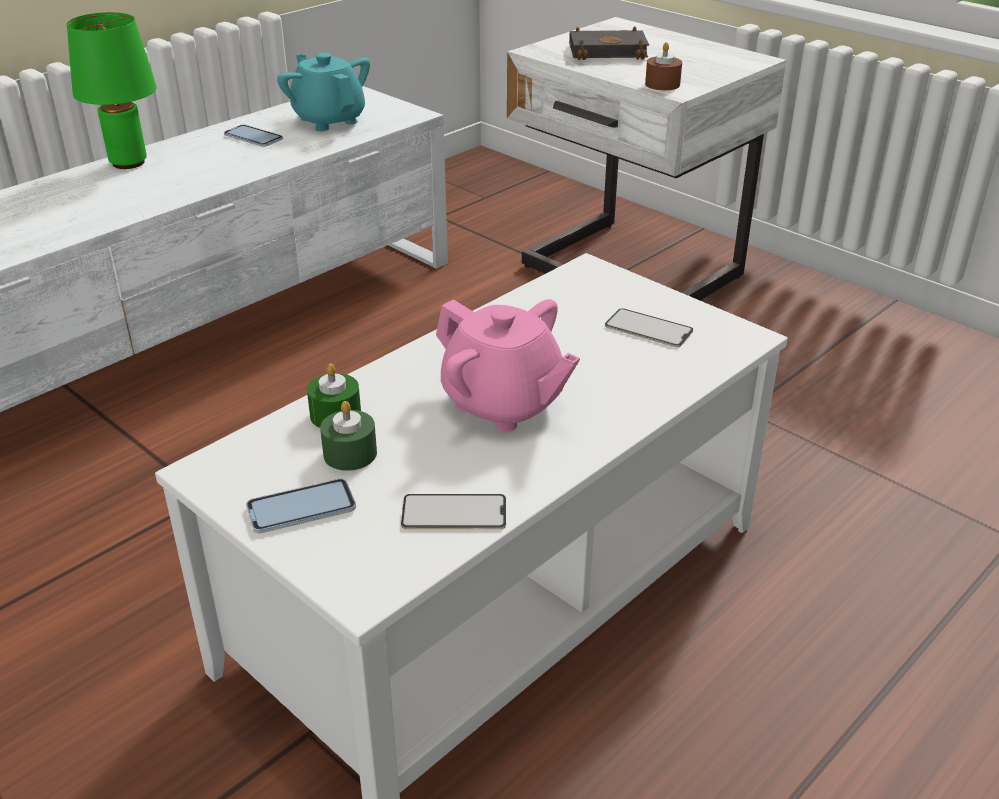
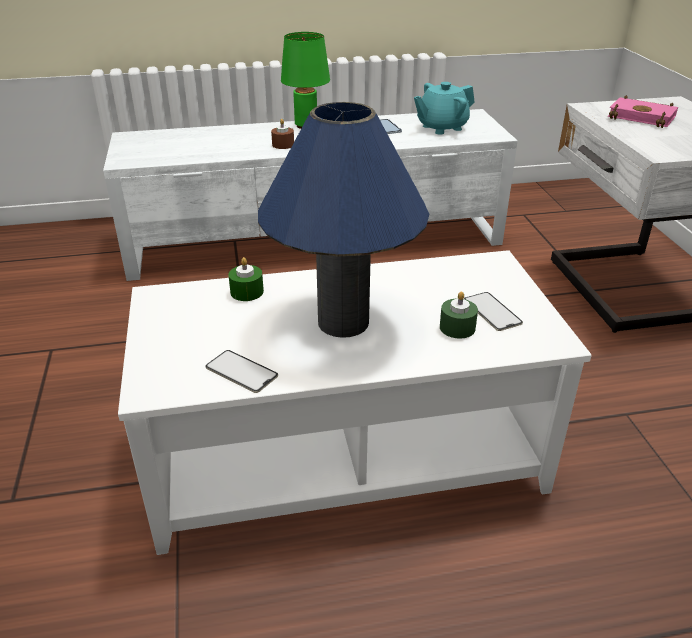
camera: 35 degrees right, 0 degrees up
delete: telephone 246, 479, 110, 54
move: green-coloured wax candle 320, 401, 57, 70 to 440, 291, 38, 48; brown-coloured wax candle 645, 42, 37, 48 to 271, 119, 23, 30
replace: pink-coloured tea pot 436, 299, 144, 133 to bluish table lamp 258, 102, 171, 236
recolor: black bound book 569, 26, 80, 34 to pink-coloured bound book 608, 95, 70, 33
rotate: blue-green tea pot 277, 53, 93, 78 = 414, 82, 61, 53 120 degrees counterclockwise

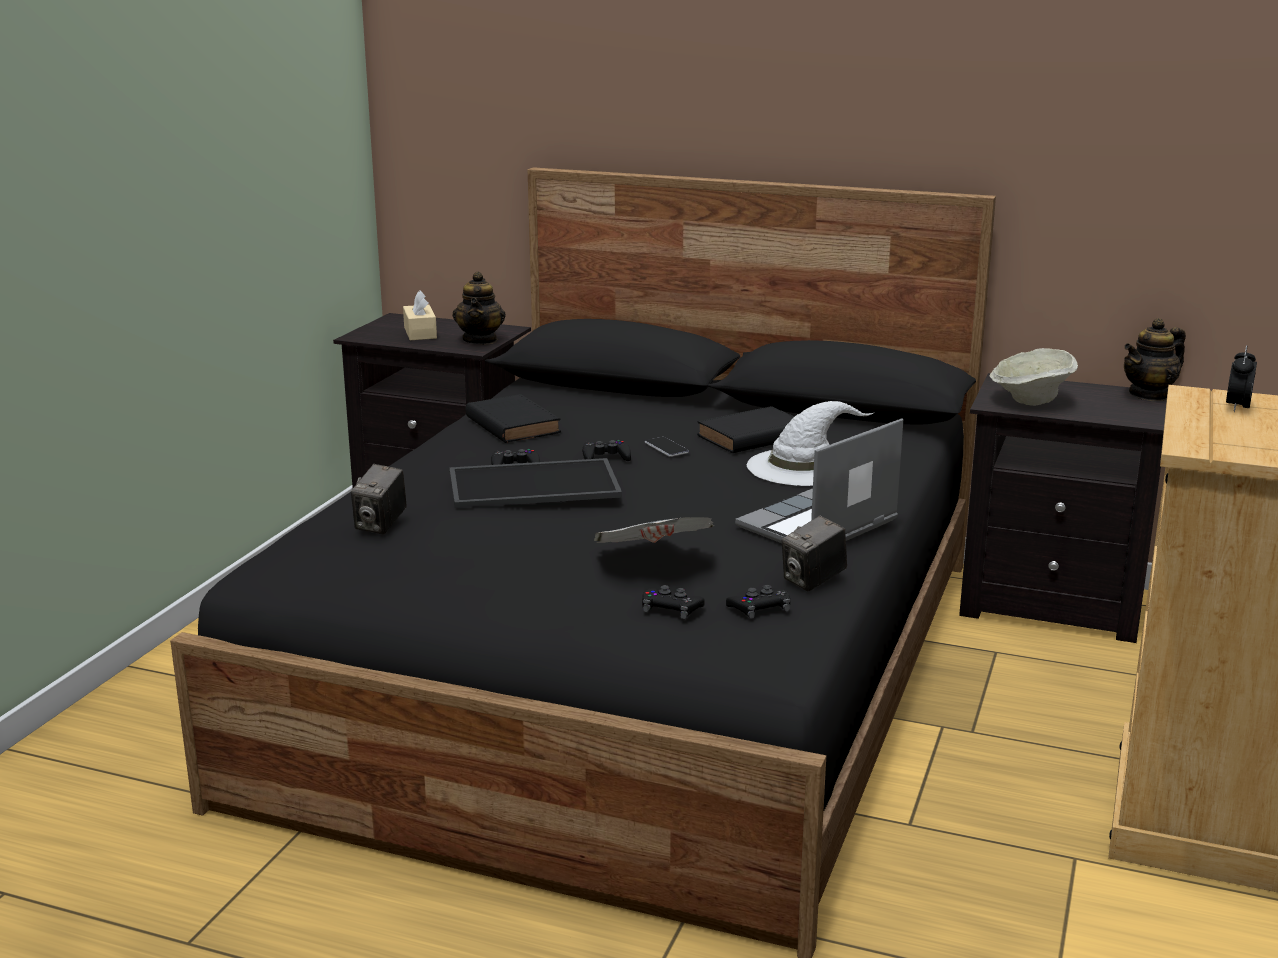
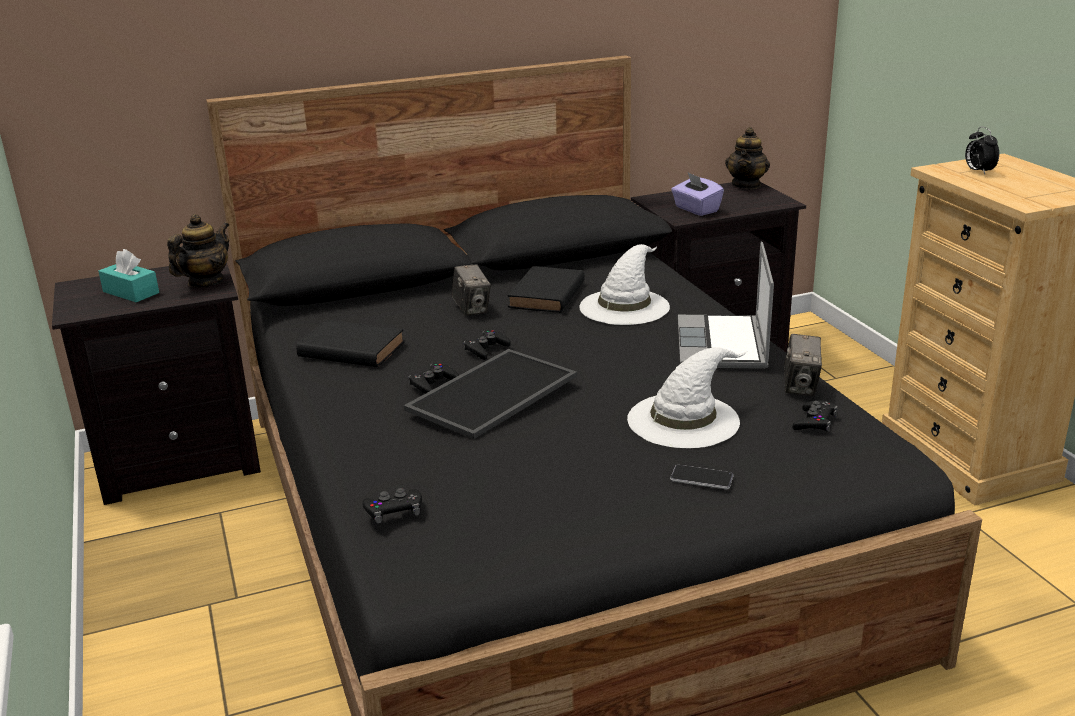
camera: 40 degrees left, 5 degrees up
move: still camera 351, 464, 56, 70 to 451, 264, 40, 52; black joypad 642, 585, 63, 34 to 363, 488, 59, 35; telephone 645, 437, 44, 20 to 670, 465, 64, 24
replace: printed paper 594, 517, 120, 26 to whitish wearable hat 627, 347, 120, 101; beige deep dish 990, 348, 88, 58 to purplish tissue holder 671, 173, 53, 43
recolor: beige tissue holder 403, 291, 34, 49 to blue-green tissue holder 98, 249, 61, 53
rotate: tea pot 453, 271, 53, 74 = 167, 214, 62, 73 105 degrees counterclockwise

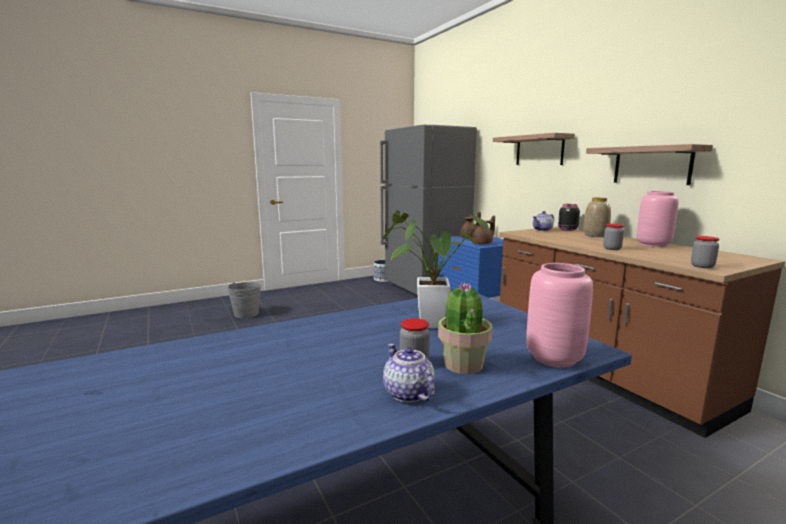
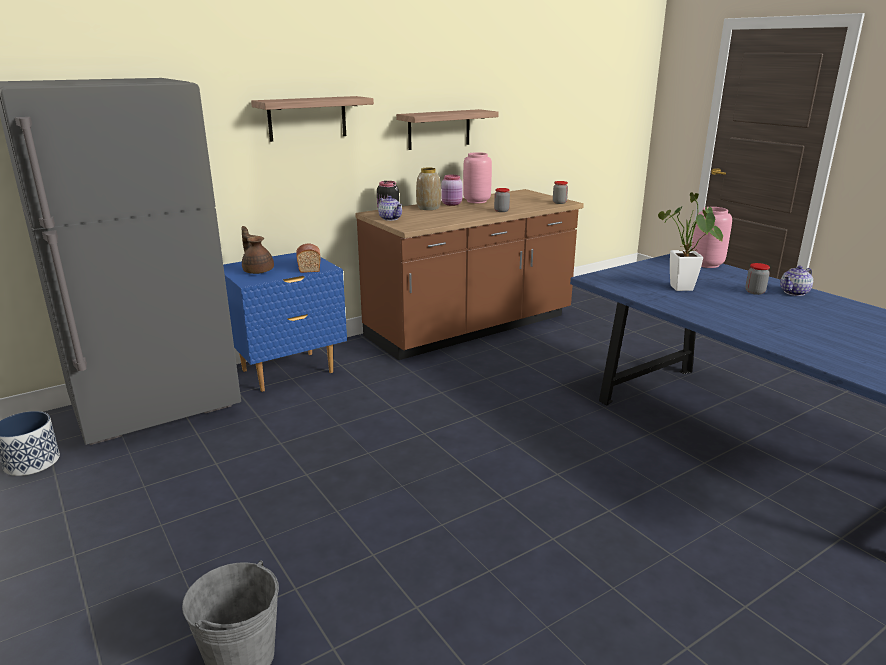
camera: 95 degrees left, 10 degrees up
delete: plant in a pot 438, 282, 55, 92
insert: pink-coloured storage jar 441, 175, 22, 31
replace: brown-coloured tea pot 472, 215, 23, 29 to baked bread 296, 244, 25, 29

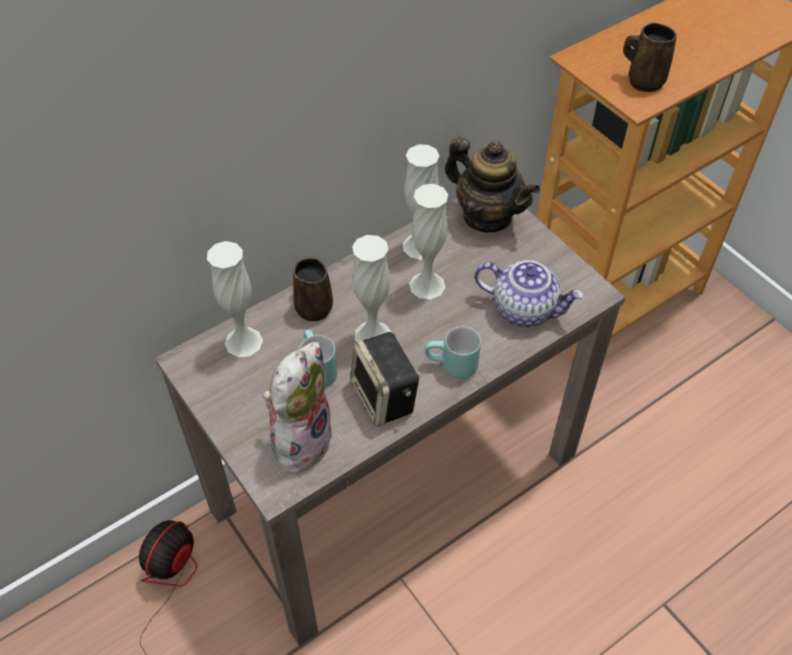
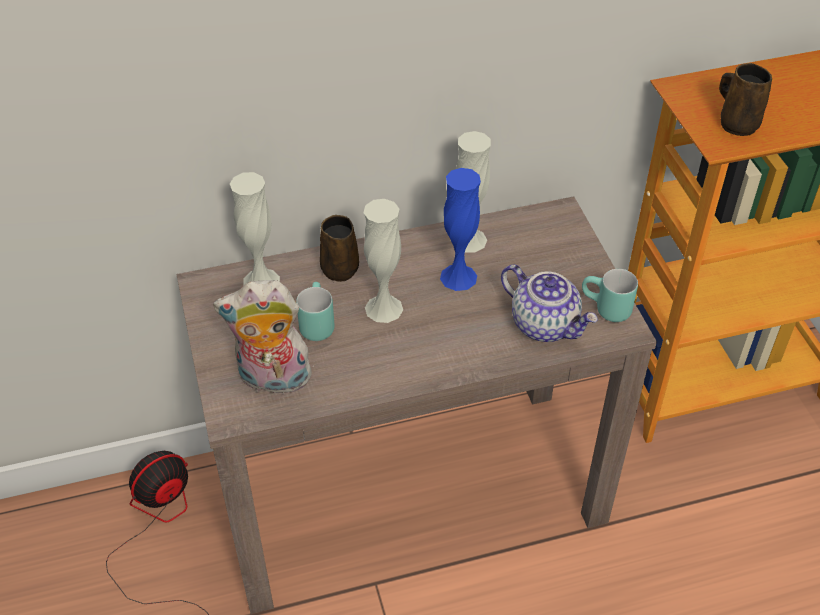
camera: 20 degrees right, 5 degrees down
delete: speaker 350, 332, 70, 94; tea pot 445, 137, 95, 95
move: blue-green mug 425, 326, 56, 53 to 582, 269, 56, 53
recolor: whitish decorative vase 409, 184, 39, 115 to bluish decorative vase 440, 168, 41, 123
rotate: cuddly toy 263, 342, 71, 135 = 213, 280, 104, 114 135 degrees counterclockwise

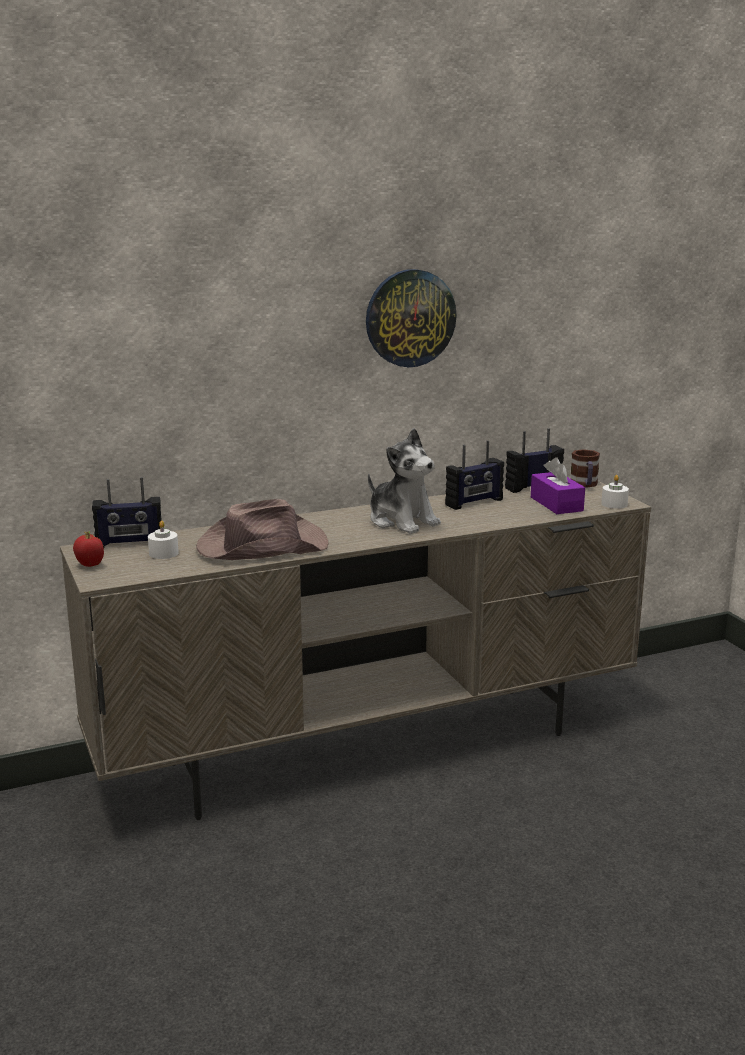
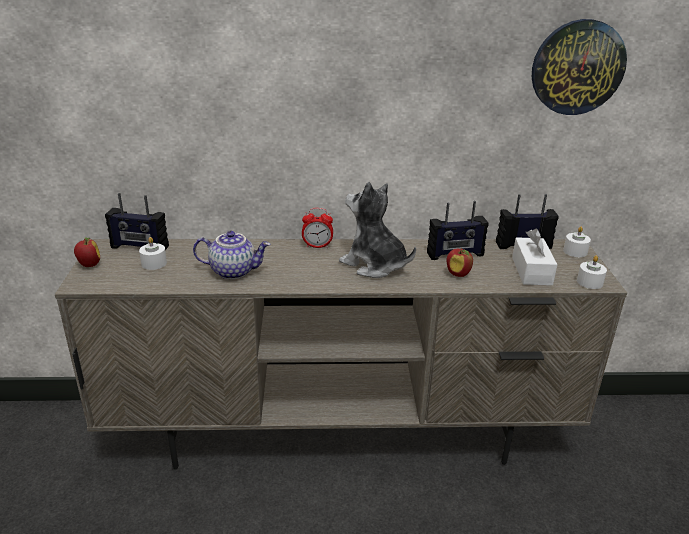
camera: 20 degrees right, 10 degrees up
insert: bedside clock 302, 208, 31, 40; whole apple 446, 248, 27, 29
move: hanging clock 366, 269, 91, 98 to 532, 19, 95, 96
replace: brown-coloured wearable hat 196, 499, 132, 61 to tea pot 193, 231, 77, 49; mug 571, 449, 29, 39 to whitish wax candle 563, 227, 28, 30
recolor: purplish tissue holder 531, 457, 54, 57 to whitish tissue holder 512, 229, 46, 57
rotate: cuddly toy 368, 428, 73, 106 = 339, 182, 77, 96 150 degrees clockwise

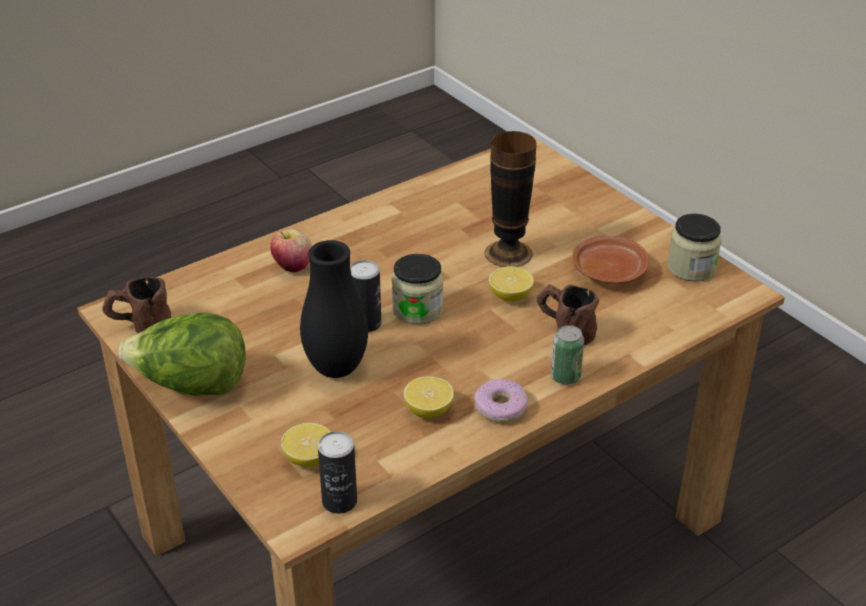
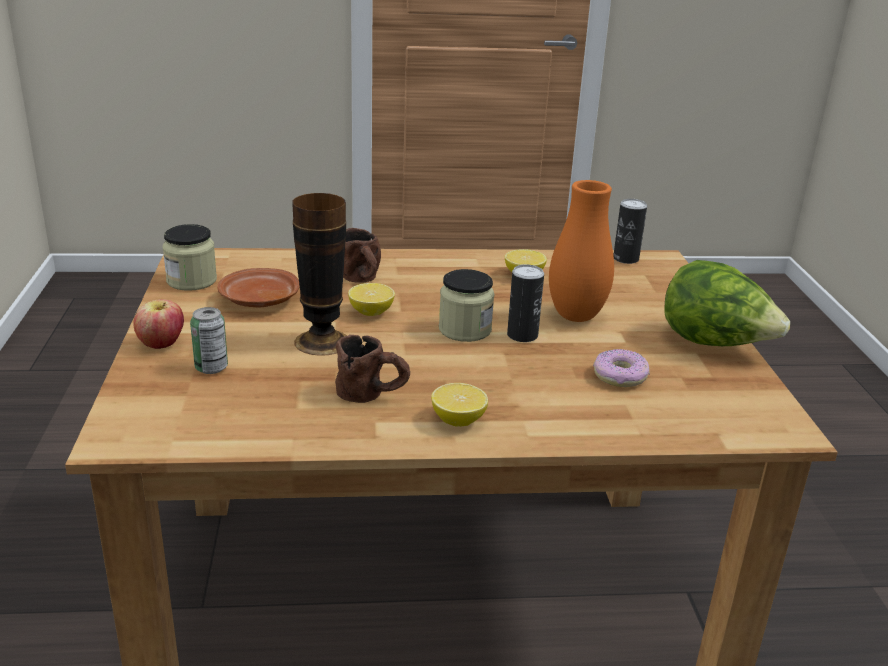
camera: 150 degrees left, 10 degrees down
move: brown-coloured mug 102, 277, 69, 56 to 335, 335, 75, 68; whole apple 270, 229, 42, 44 to 133, 299, 51, 50; lemon 281, 423, 50, 44 to 431, 383, 57, 44; donut 474, 379, 54, 44 to 593, 349, 57, 38; can 551, 325, 33, 60 to 190, 307, 38, 67
recolor: black decorative vase 300, 240, 68, 138 to orange-coloured decorative vase 549, 180, 65, 142

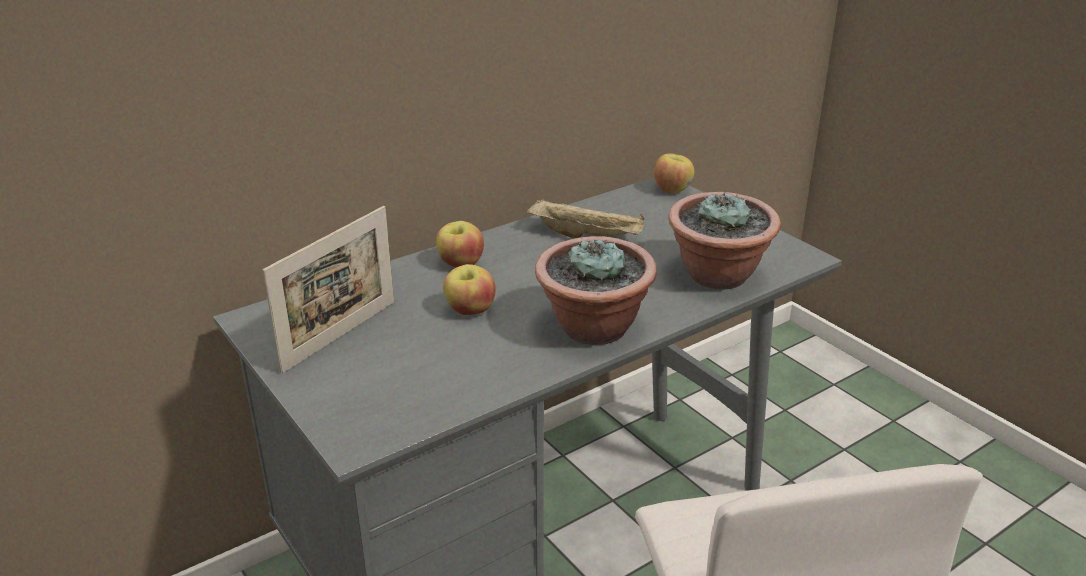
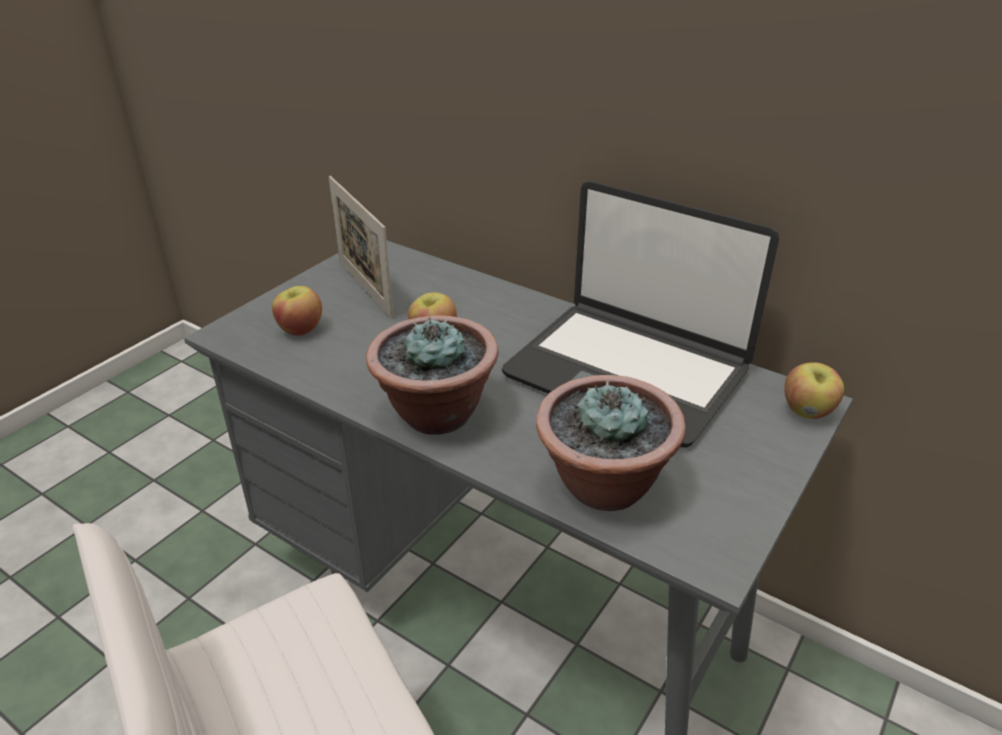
camera: 70 degrees right, 5 degrees up
move: whole apple 436, 221, 48, 46 to 272, 286, 50, 50
replace: beige serving tray 527, 199, 118, 39 to portable computer 502, 181, 277, 267
rotate: picture frame 263, 206, 131, 168 = 329, 176, 65, 143 45 degrees clockwise

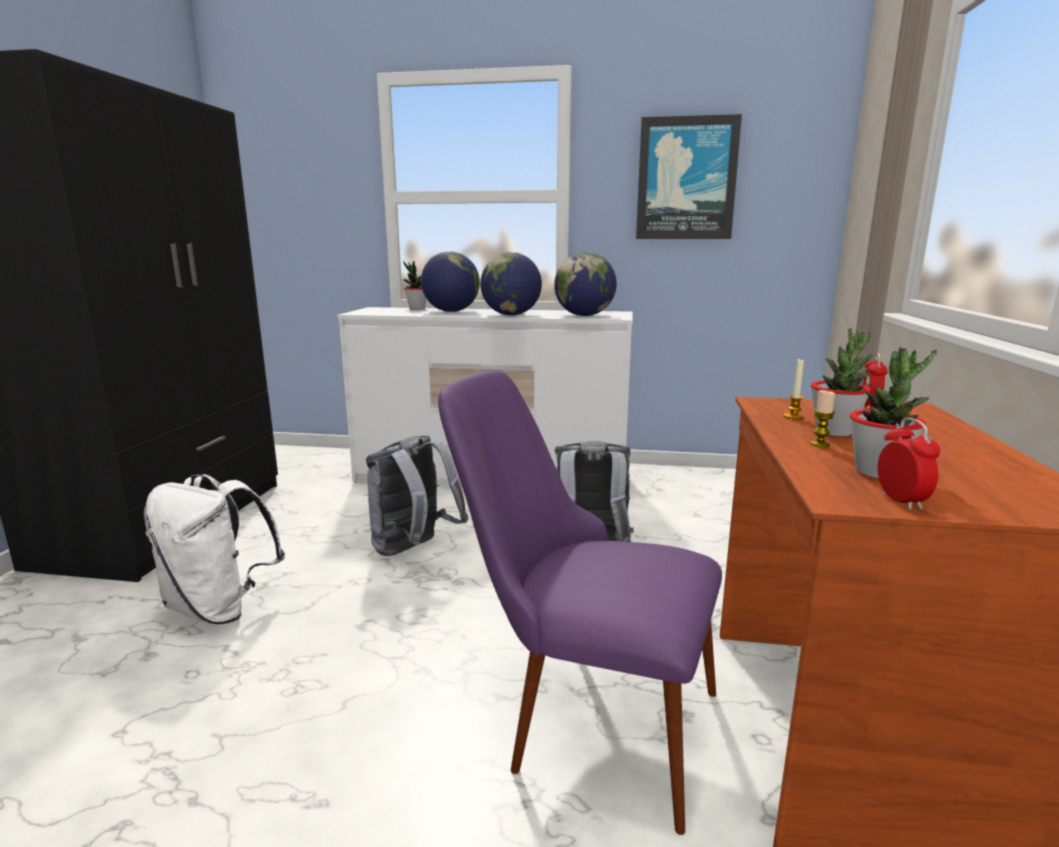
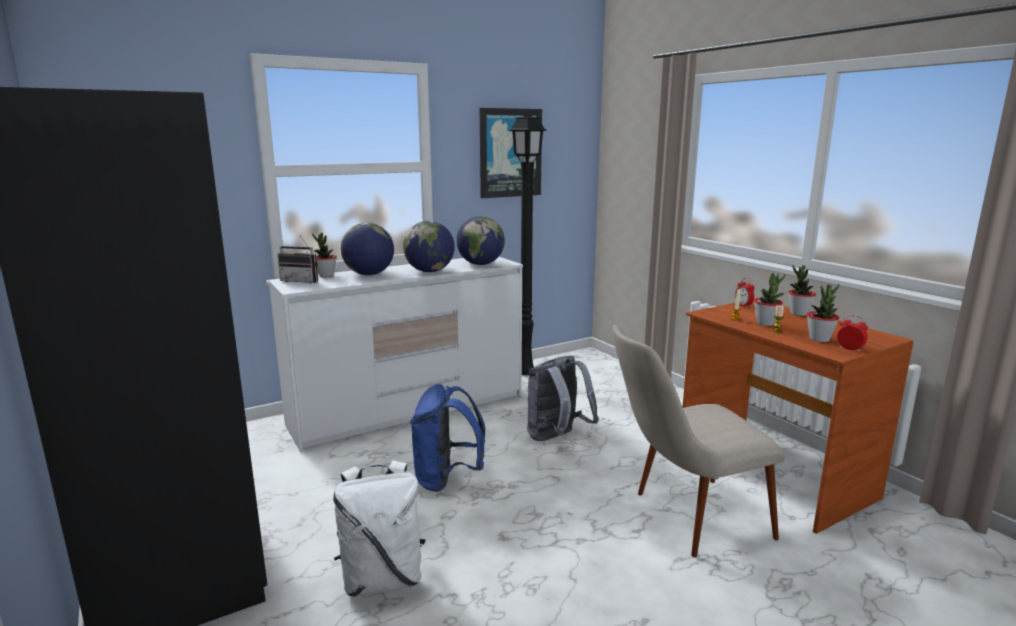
camera: 40 degrees left, 0 degrees up
insert: radio 278, 236, 40, 48; black standard lamp 509, 115, 38, 260; plant in a pot 788, 265, 28, 51
recolor: gray knapsack 366, 435, 102, 121 to bluish knapsack 410, 384, 75, 108; purplish upright chair 438, 370, 284, 465 to beige upright chair 612, 325, 173, 232

